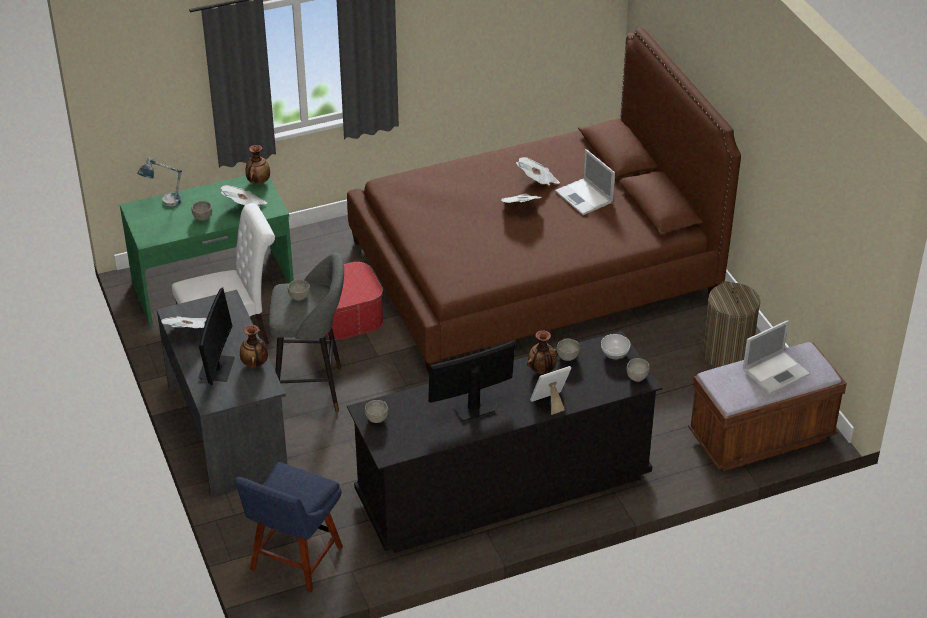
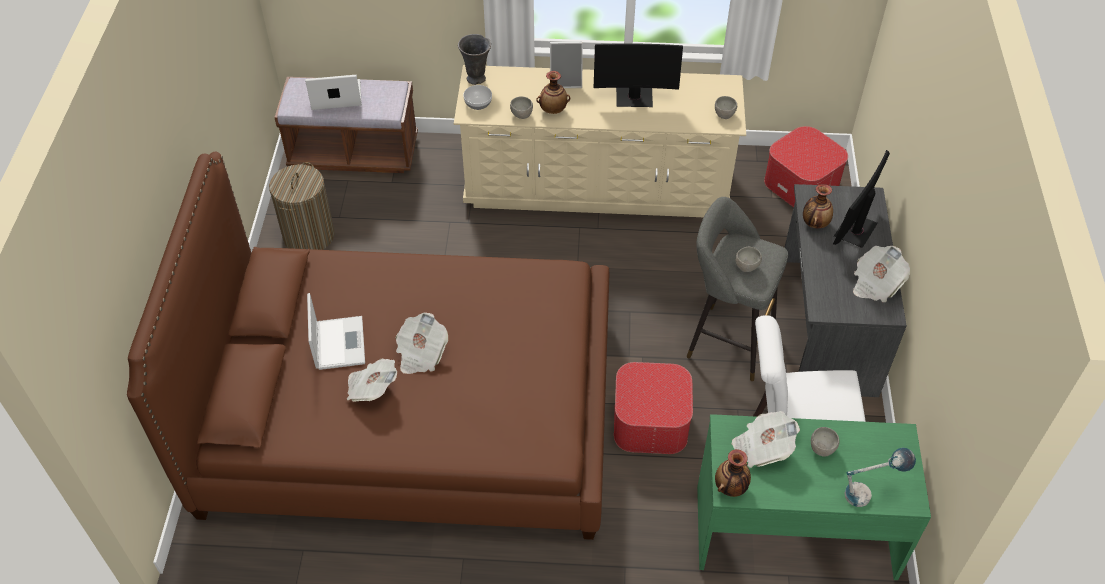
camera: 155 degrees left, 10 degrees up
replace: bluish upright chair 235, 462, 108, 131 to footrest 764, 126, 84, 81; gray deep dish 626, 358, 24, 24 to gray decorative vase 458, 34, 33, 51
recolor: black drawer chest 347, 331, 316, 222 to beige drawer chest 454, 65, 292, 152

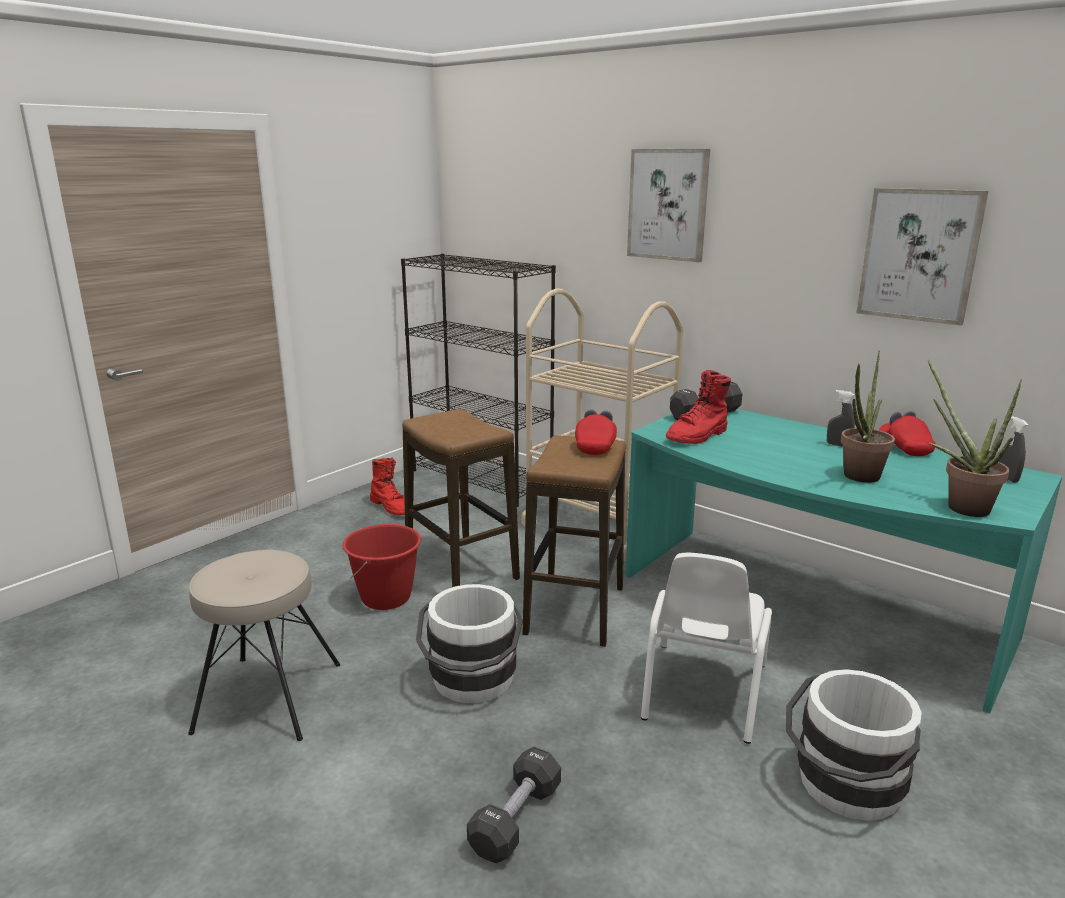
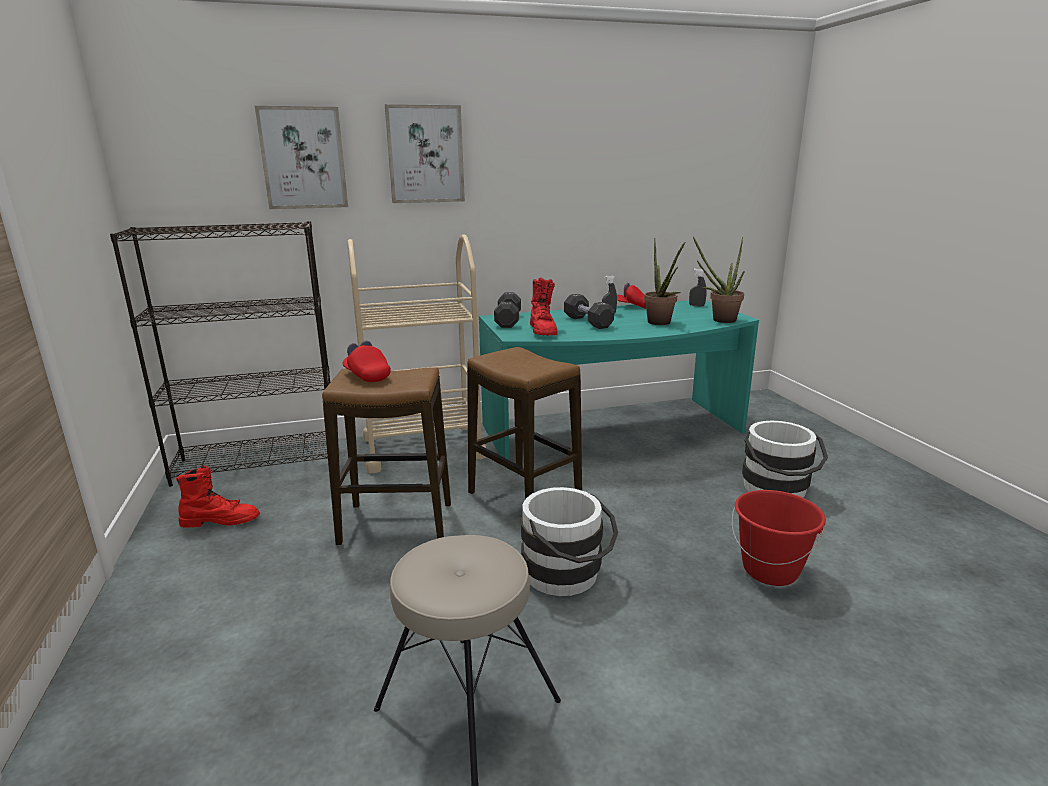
camera: 55 degrees left, 0 degrees up
delete: whitish upright chair 641, 553, 131, 191
move: red-coloured bucket 342, 524, 79, 86 to 731, 490, 95, 96; black free weight 467, 747, 94, 116 to 564, 294, 50, 35; red-coloured baseball cap 575, 410, 42, 45 to 342, 341, 49, 41; wall art 856, 188, 132, 138 to 255, 106, 93, 103

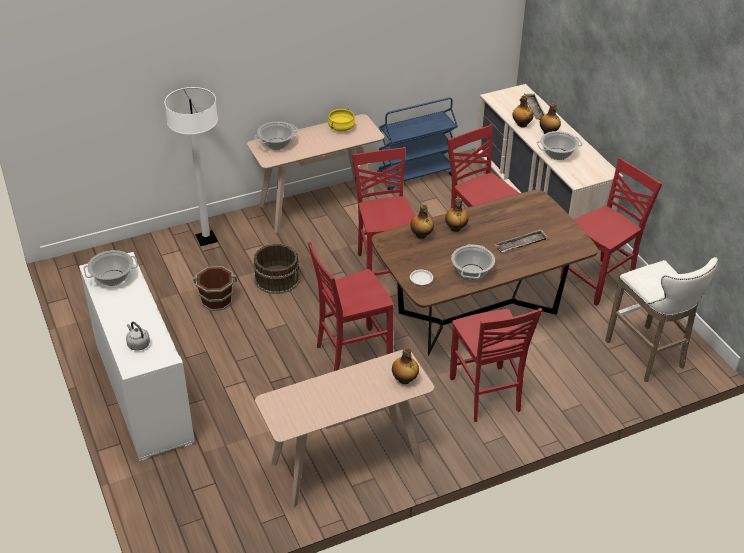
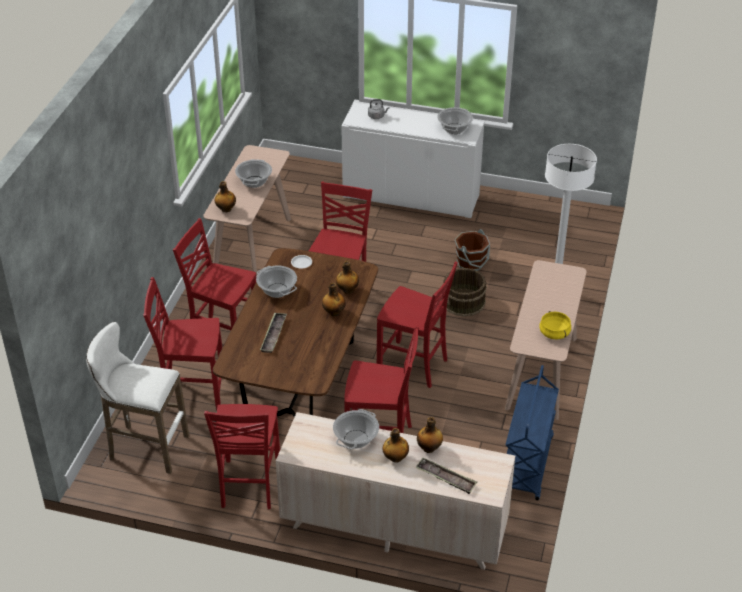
camera: 130 degrees right, 0 degrees up
insert: red-coloured upright chair 143, 277, 79, 133
move: cooking pot 254, 121, 44, 29 to 235, 159, 37, 29

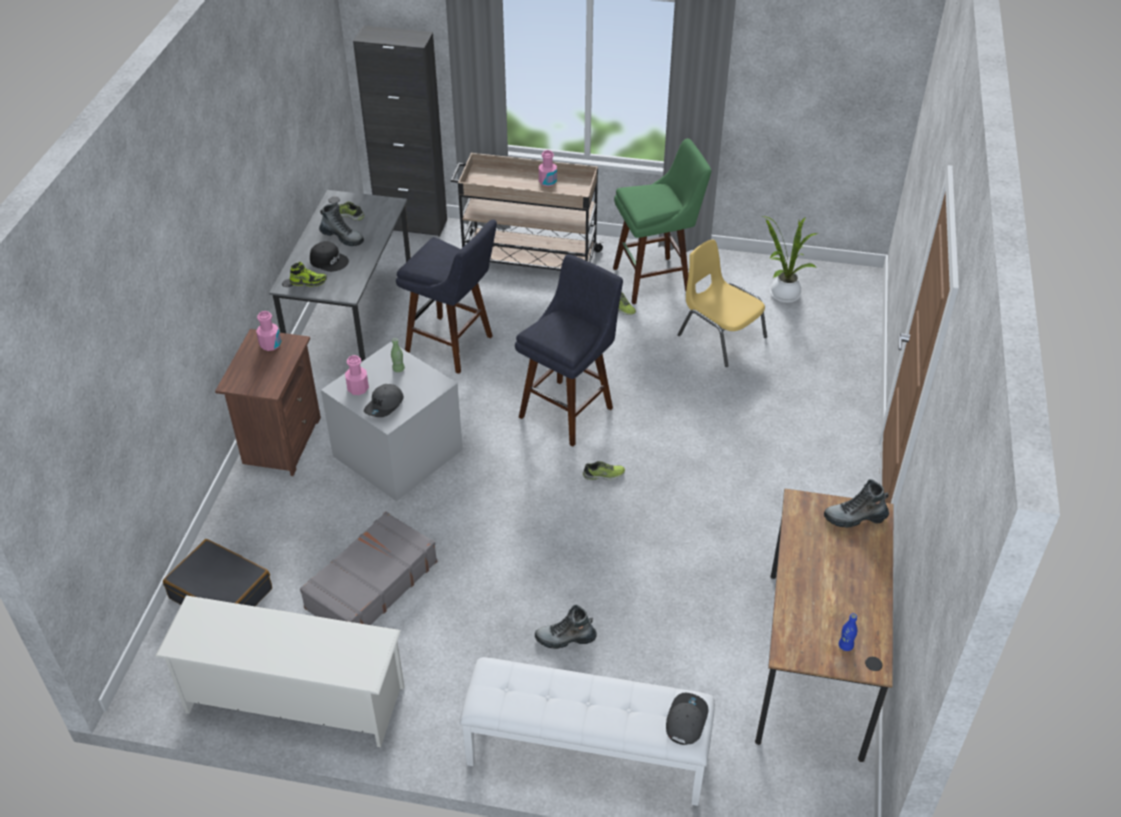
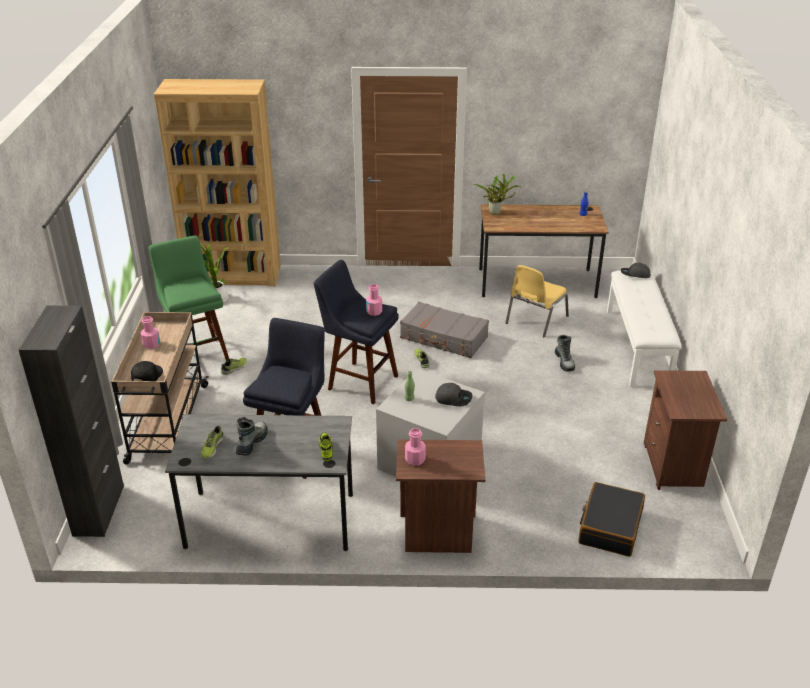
camera: 100 degrees left, 10 degrees down
insert: brown-coloured bookshelf 154, 79, 127, 207
move: gray suitcase 300, 512, 137, 113 to 400, 302, 89, 56; black baseball cap 310, 241, 39, 31 to 131, 361, 32, 20; pink-coloured drink bottle 345, 355, 24, 40 to 366, 284, 16, 32; yellowish upright chair 678, 239, 89, 128 to 506, 265, 63, 72
replace: whitish shoe rack 155, 595, 249, 152 to brown-coloured nightstand 644, 370, 83, 120; boot 824, 479, 65, 49 to plant in a pot 474, 174, 46, 41

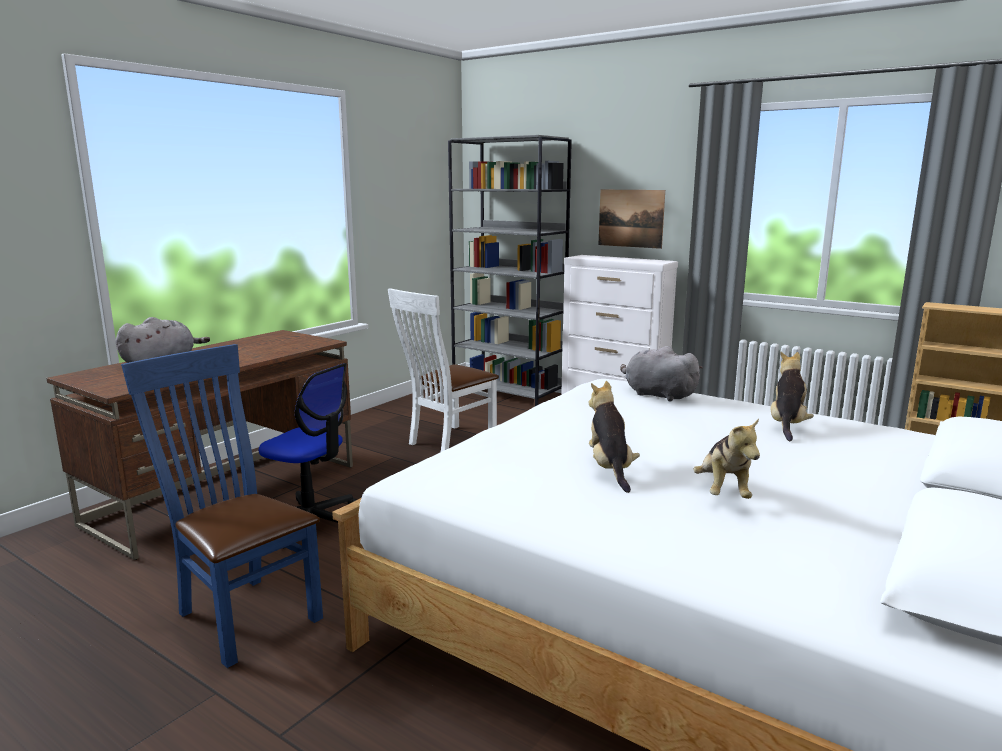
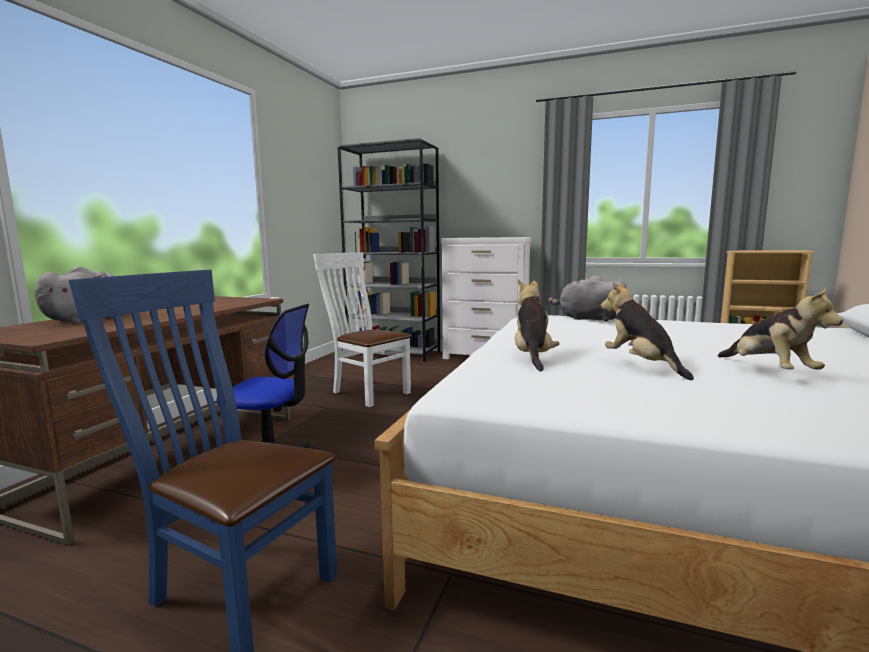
camera: 15 degrees left, 5 degrees down
delete: wall art 598, 190, 67, 59
move: cuddly toy 770, 352, 44, 89 to 515, 280, 45, 91
rotate: whitish upright chair 388, 288, 111, 164 = 313, 252, 99, 155 105 degrees clockwise

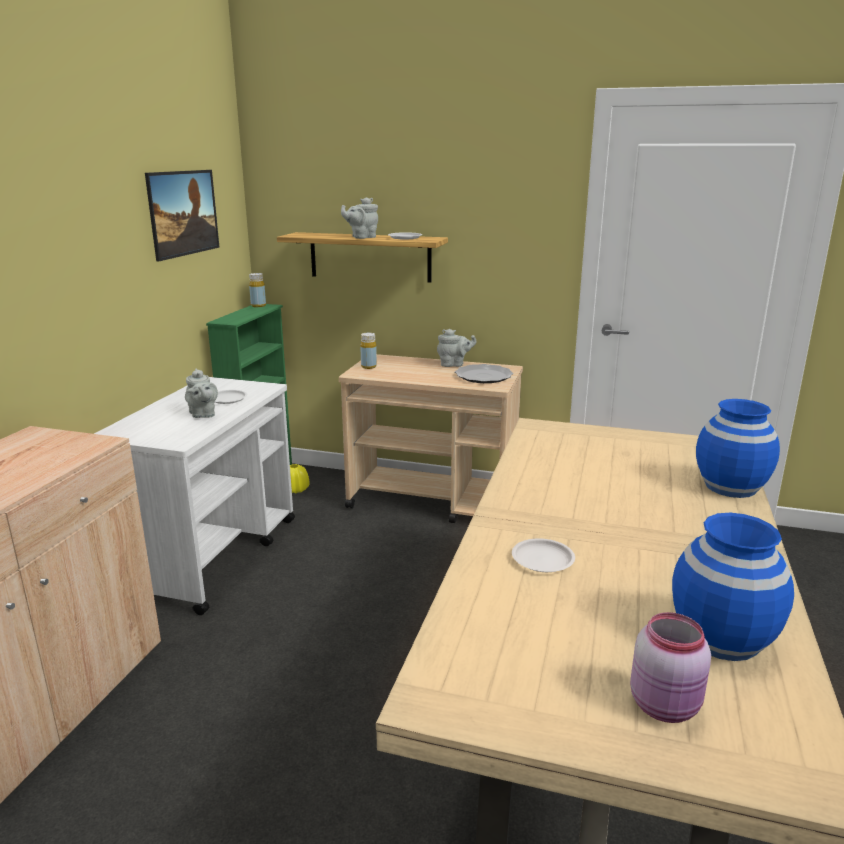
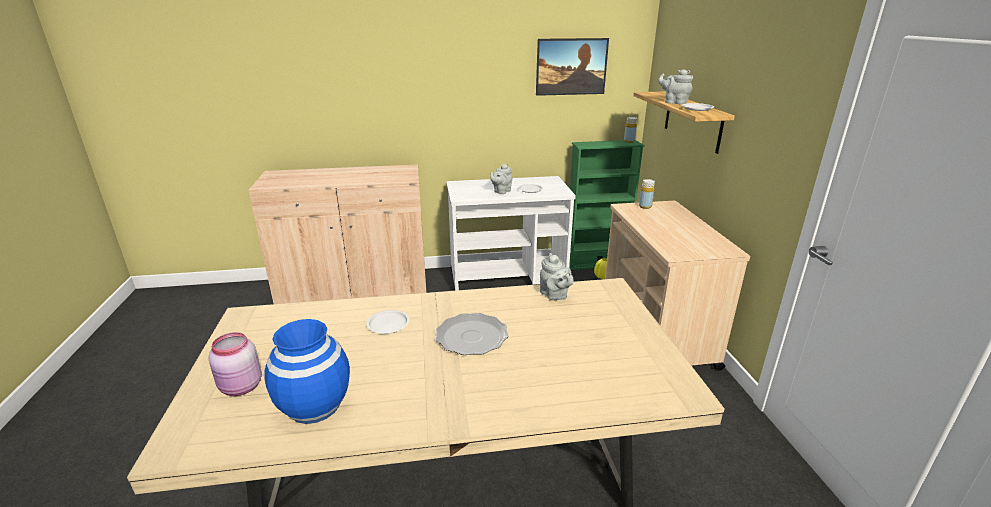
camera: 65 degrees right, 5 degrees up
delete: bluish decorative vase 696, 399, 84, 99
move: gray tea pot 437, 329, 39, 38 to 540, 253, 34, 48; flat dish 455, 364, 58, 19 to 436, 313, 72, 42

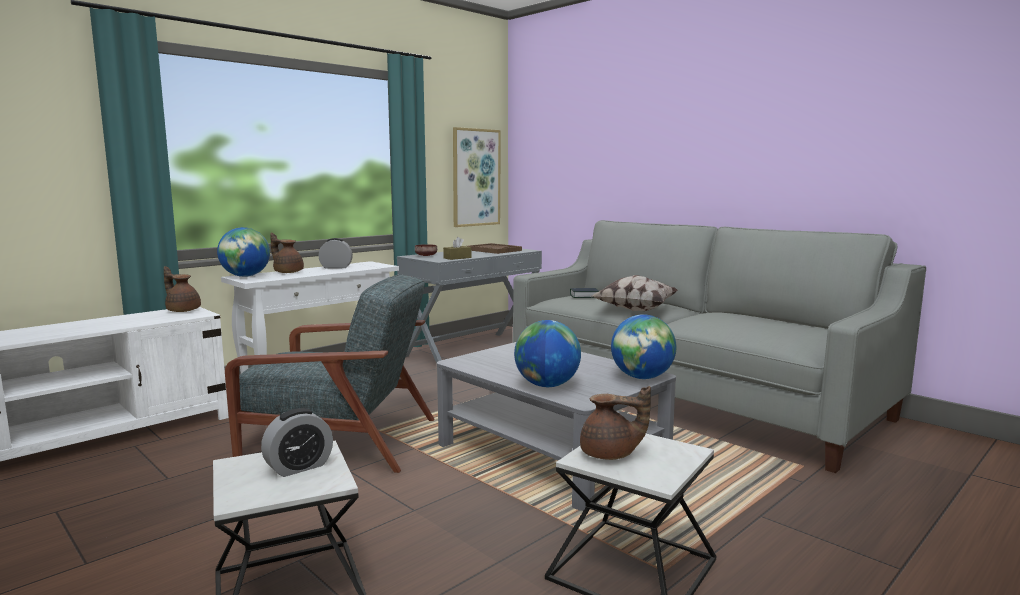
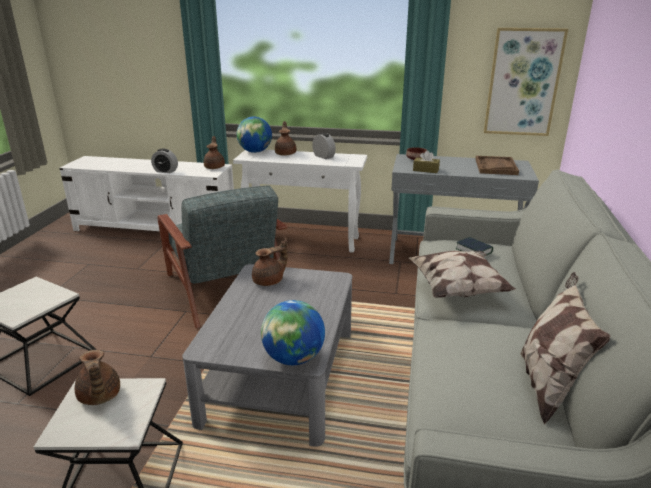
camera: 55 degrees right, 15 degrees up
delete: desk globe 514, 320, 67, 67
insert: brown-coloured tea pot 252, 238, 36, 48; throw pillow 520, 272, 90, 153
move: bedside clock 261, 408, 72, 69 to 151, 149, 27, 24

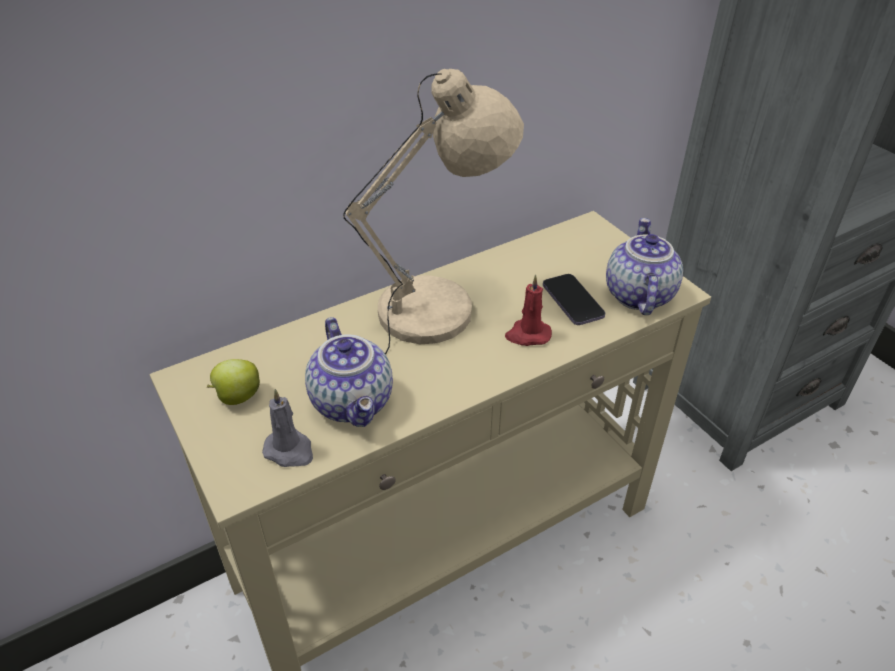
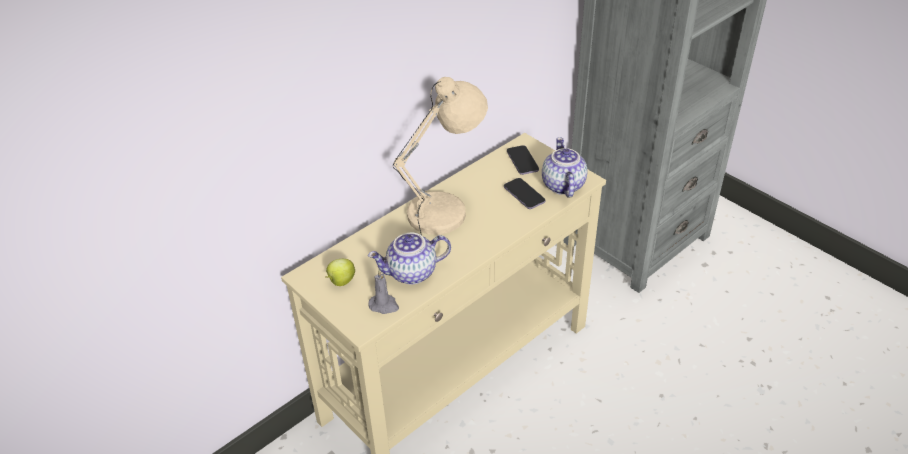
camera: 10 degrees left, 0 degrees up
delete: red-coloured wax candle 505, 275, 47, 71
insert: telephone 507, 145, 32, 30
rotate: tea pot 305, 317, 88, 110 = 368, 233, 83, 51 105 degrees clockwise

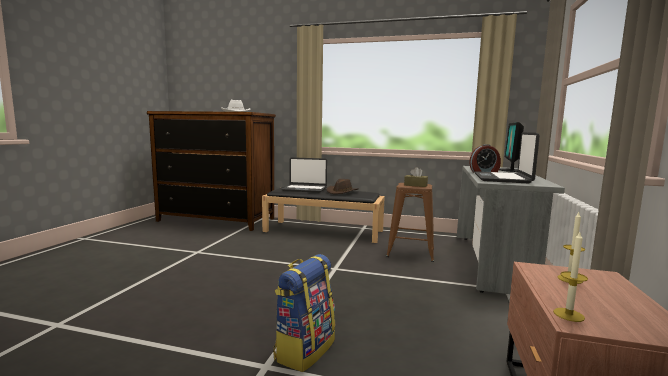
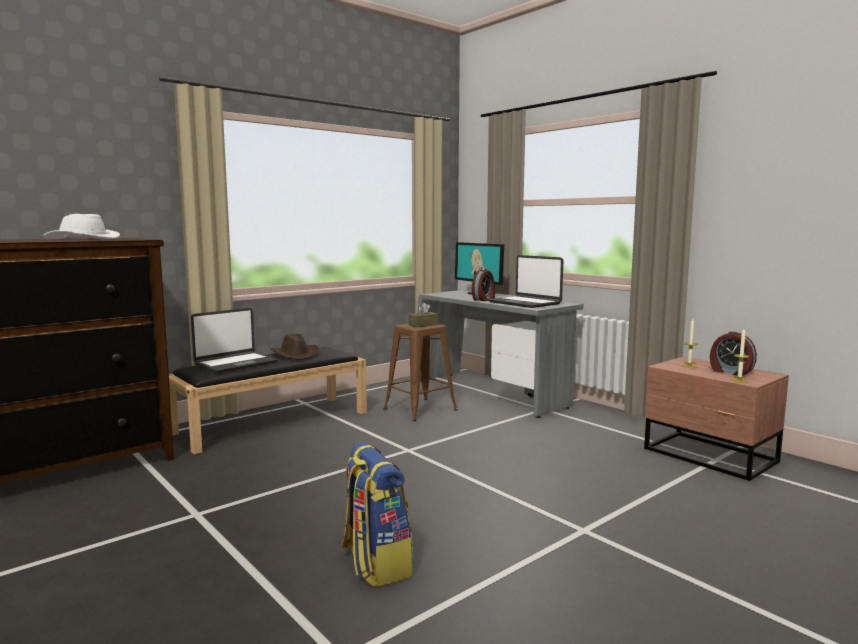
camera: 55 degrees left, 0 degrees up
insert: bedside clock 710, 331, 47, 45
move: knapsack 273, 254, 63, 118 to 341, 442, 72, 145

